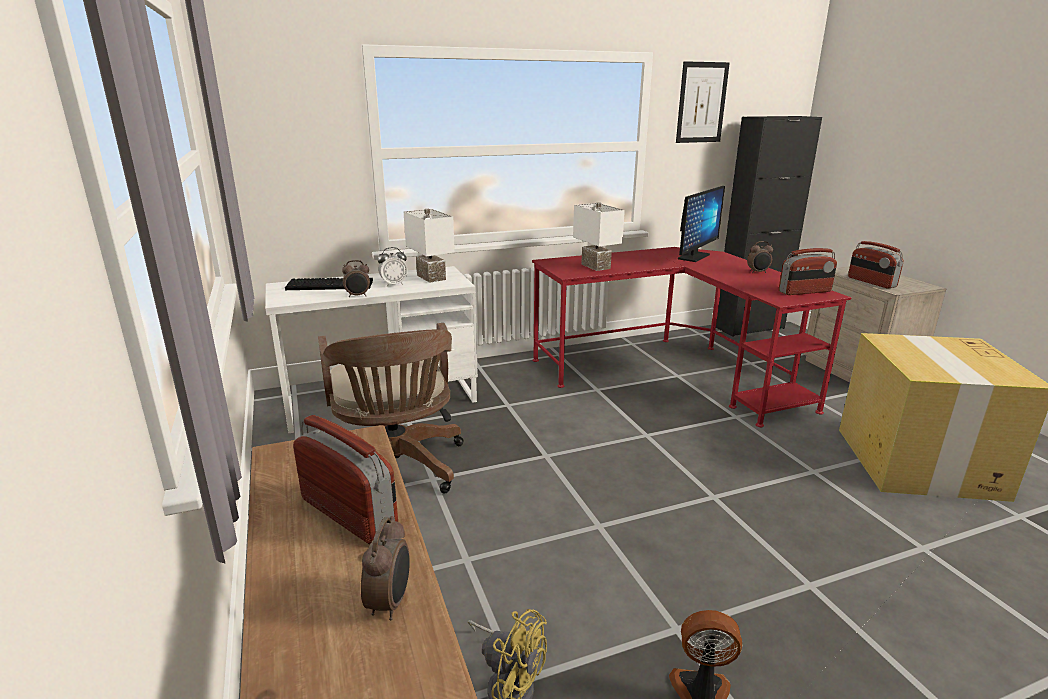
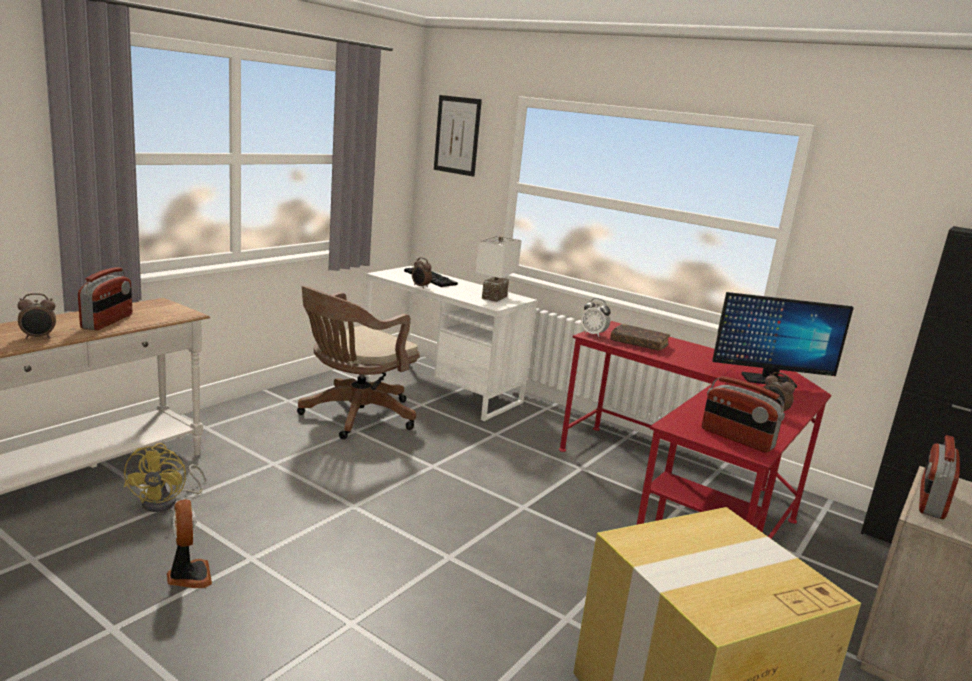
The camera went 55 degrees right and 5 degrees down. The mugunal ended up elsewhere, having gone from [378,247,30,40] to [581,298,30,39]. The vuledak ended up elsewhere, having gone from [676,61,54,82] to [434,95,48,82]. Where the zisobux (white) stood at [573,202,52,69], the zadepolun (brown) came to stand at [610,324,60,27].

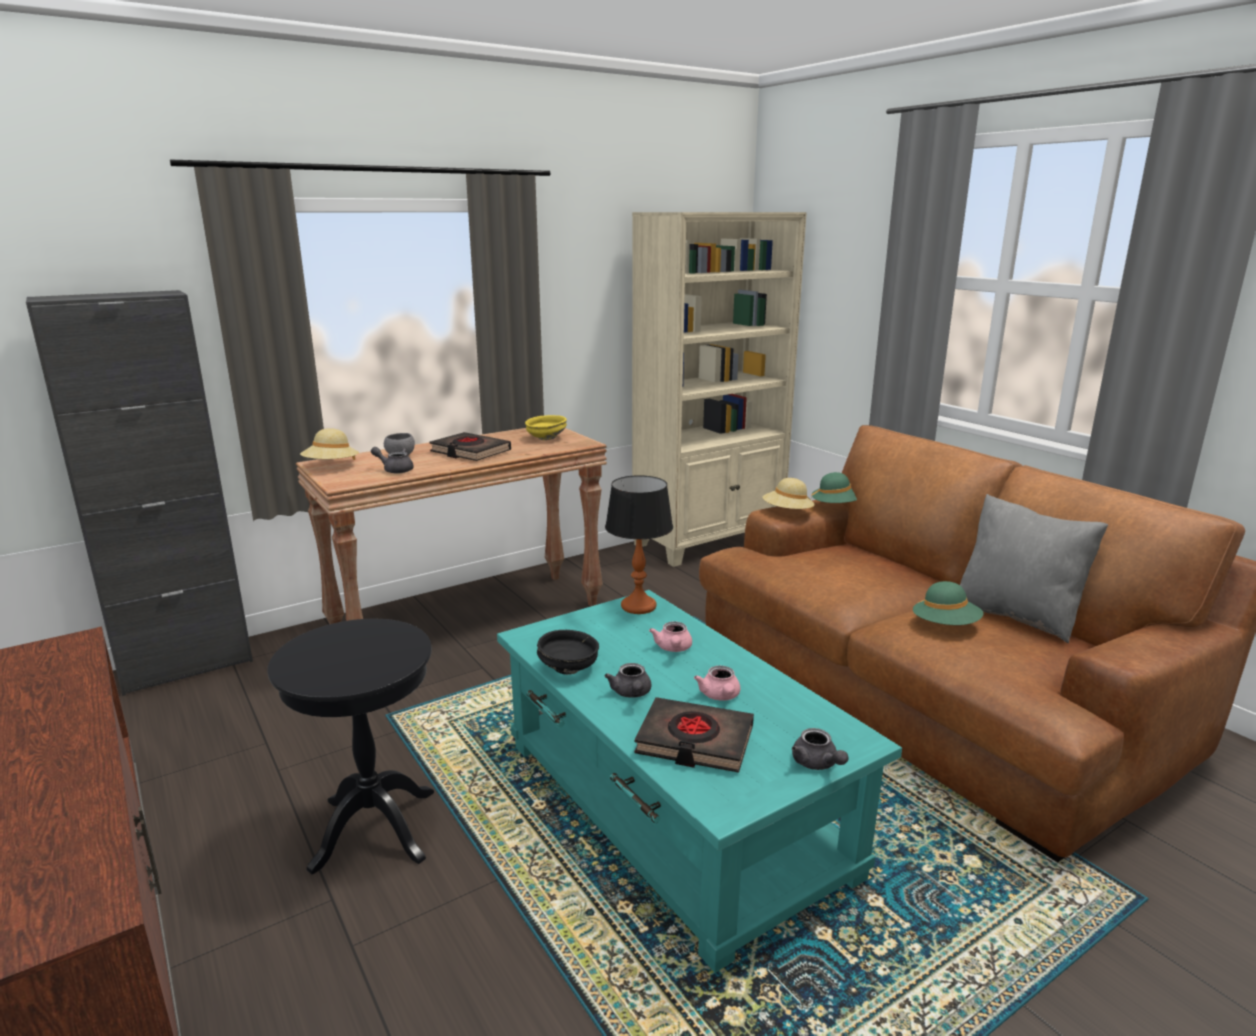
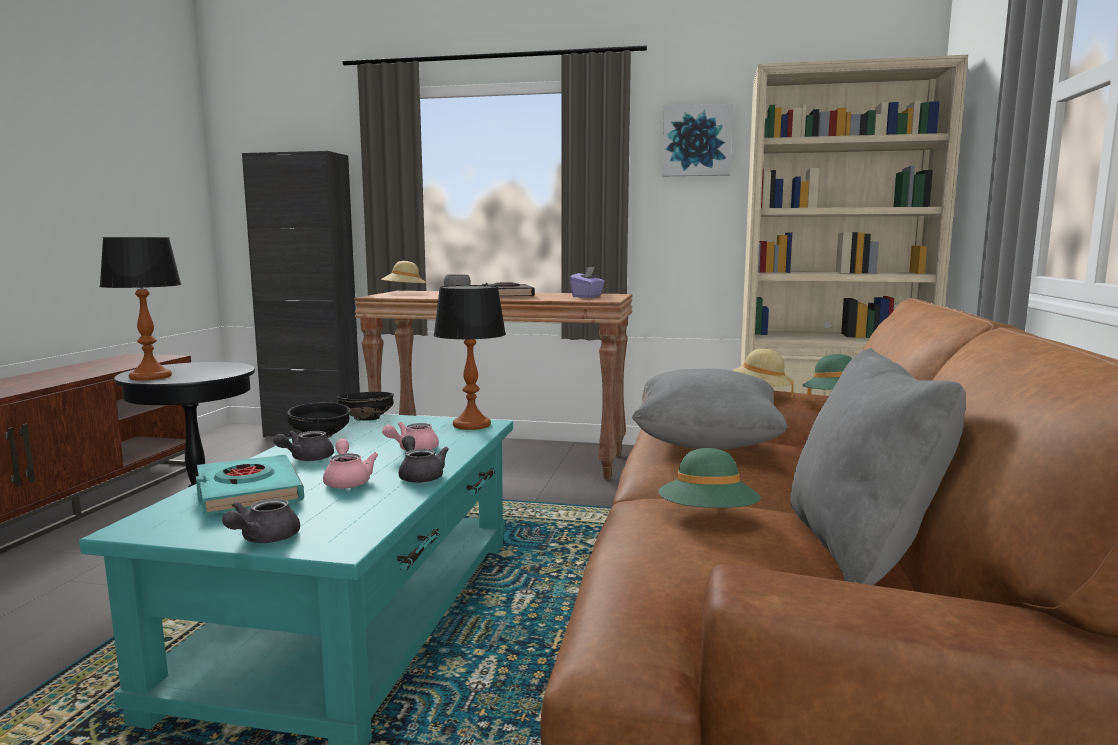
The camera went 45 degrees right and 10 degrees down. The second view gained the zisobux at [100,237,82,144]. The second view gained the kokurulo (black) at [336,392,58,29]. The second view gained the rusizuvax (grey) at [632,368,155,82]. The second view gained the vuledak at [662,104,71,72]. The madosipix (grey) ended up elsewhere, having gone from [371,447,43,27] to [398,435,51,48]. Where the kokurulo (yellow) stood at [525,415,42,25], the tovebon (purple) came to stand at [570,267,35,31]. What was the zadepolun (black) at [635,697,119,76] turned into the zadepolun (turquoise) at [196,455,108,60]. The madosipix (pink) at [694,666,46,35] ended up facing another way, 120 degrees clockwise from before.

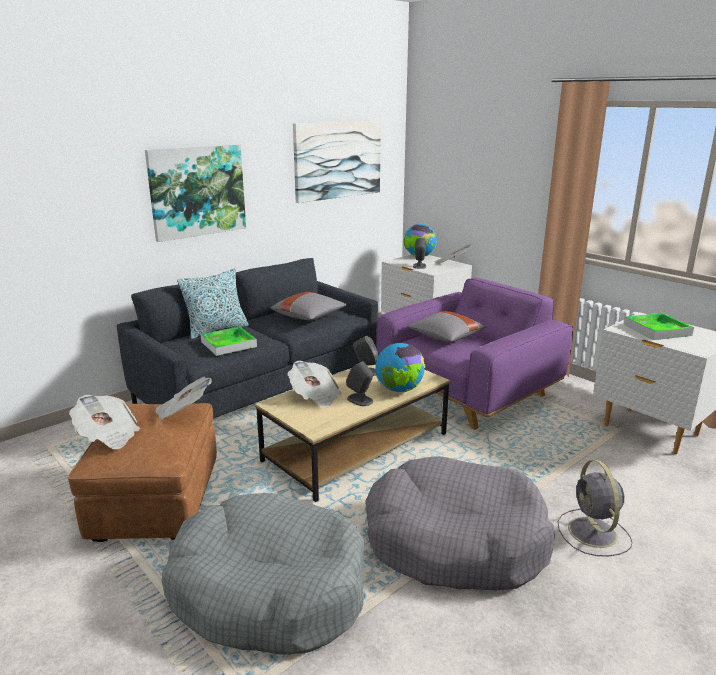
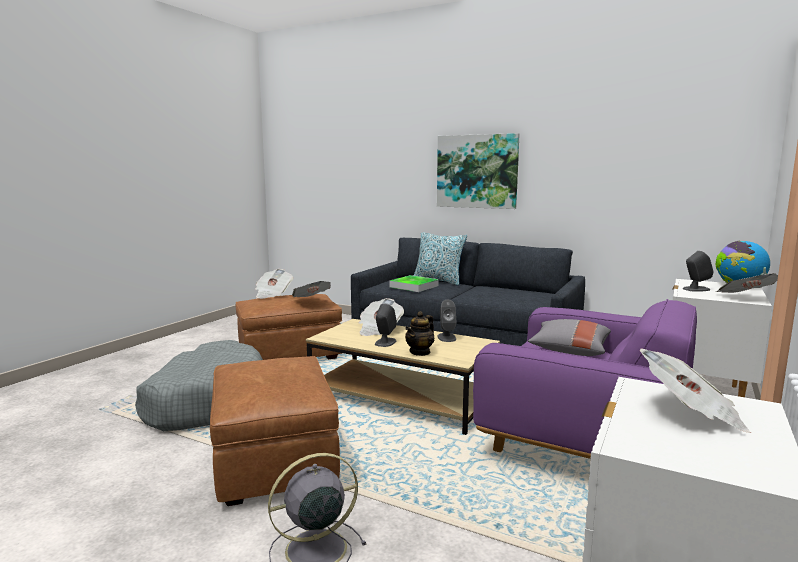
The camera went 70 degrees right and 10 degrees down. The second view lost the rusizuvax (grey) at [271,292,76,28]. The second view lost the vuledak at [293,120,88,83]. Where the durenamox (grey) stood at [365,456,190,135], the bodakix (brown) came to stand at [210,356,130,150]. Where the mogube stood at [376,343,49,49], the madosipix came to stand at [405,311,29,45]. Where the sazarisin stood at [624,313,70,27], the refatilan came to stand at [640,348,111,85].

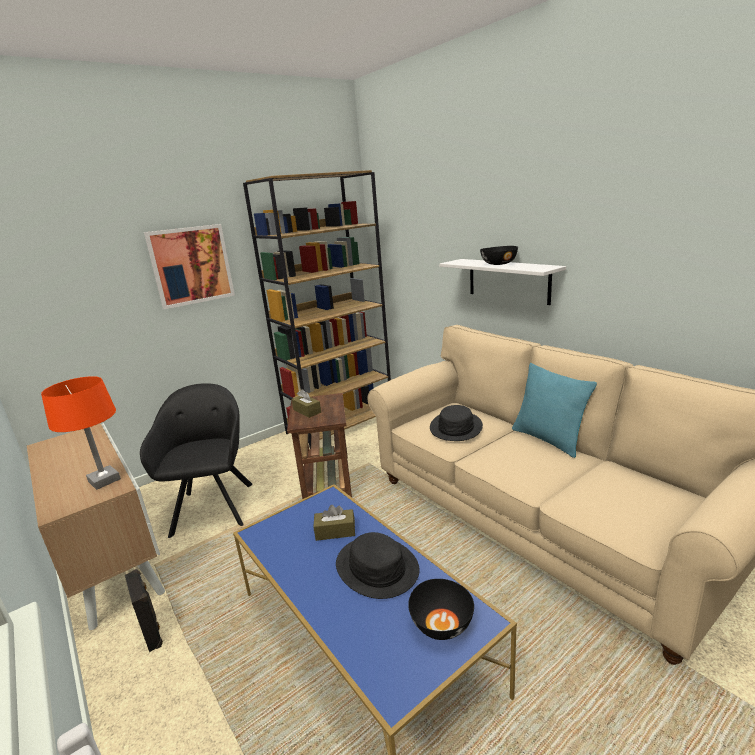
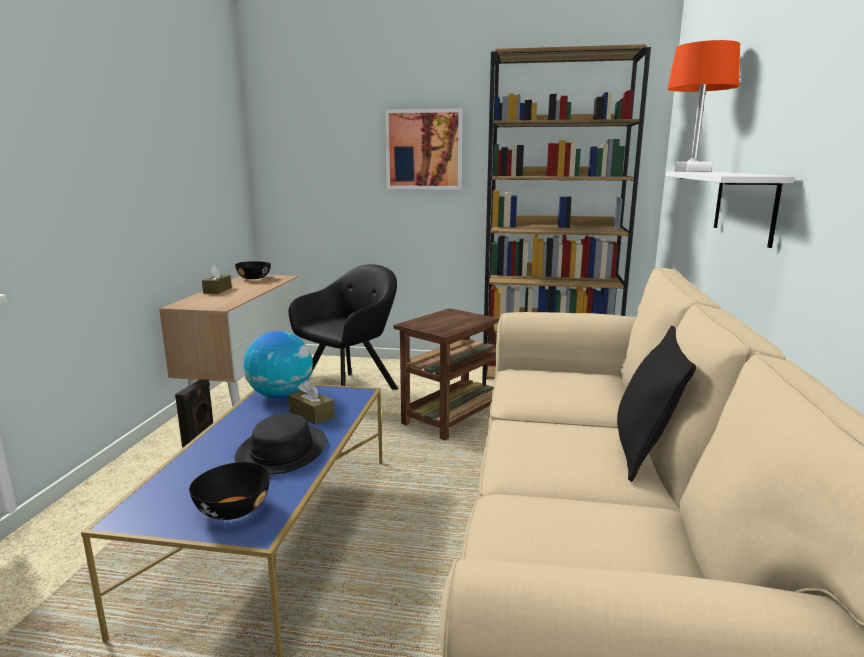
The camera went 45 degrees right and 5 degrees down. The second view lost the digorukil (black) at [430,405,53,36]. The second view gained the mogube at [243,331,70,67]. The zisobux (orange) ended up elsewhere, having gone from [41,376,80,114] to [668,40,72,132]. The tovebon (brown) ended up elsewhere, having gone from [292,389,29,29] to [202,265,30,29]. The kokurulo (black) ended up elsewhere, having gone from [480,246,38,19] to [235,261,36,18]. What was the rusizuvax (turquoise) at [512,363,85,95] turned into the rusizuvax (black) at [617,326,79,156].

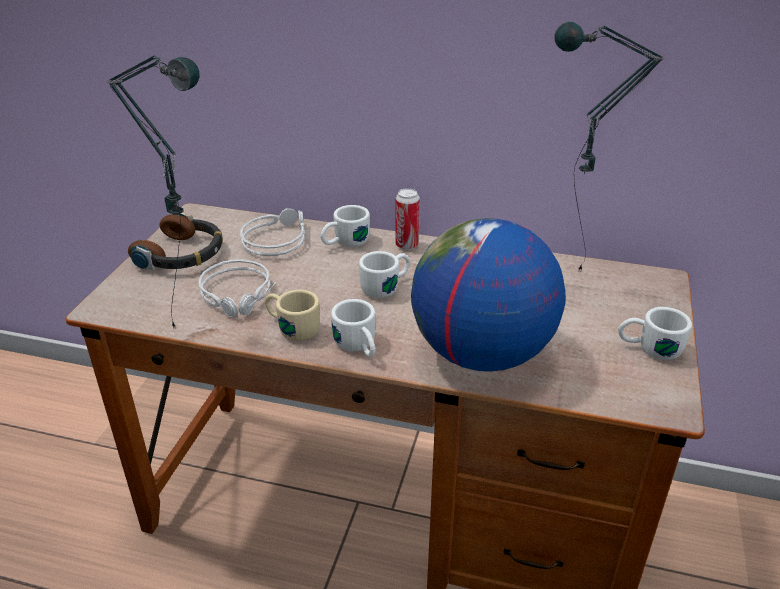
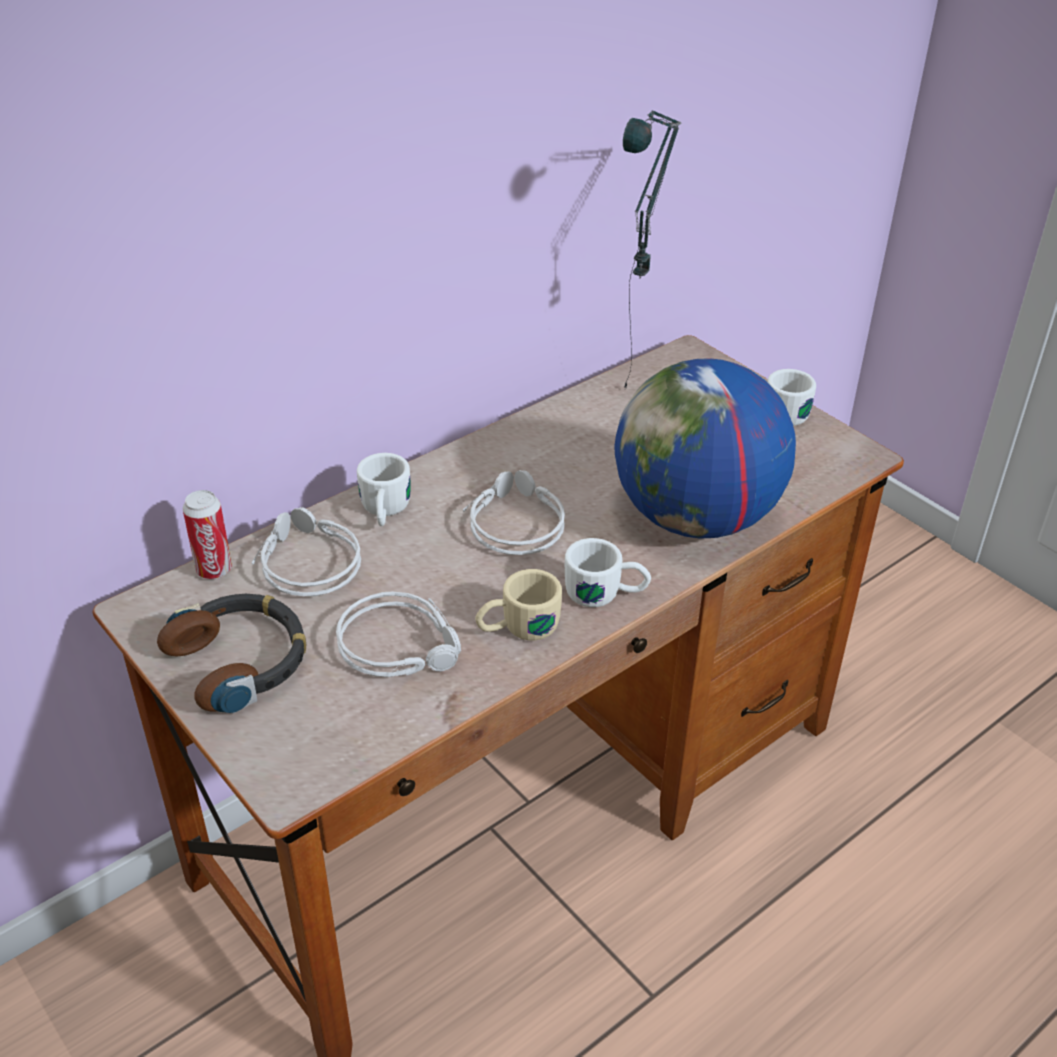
The camera went 55 degrees left and 5 degrees up. The second view lost the zisobux at [106,55,93,273]. The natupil ended up elsewhere, having gone from [395,188,25,62] to [183,490,49,89]. Where the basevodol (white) stood at [359,251,51,47], the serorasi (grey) came to stand at [463,470,102,85].

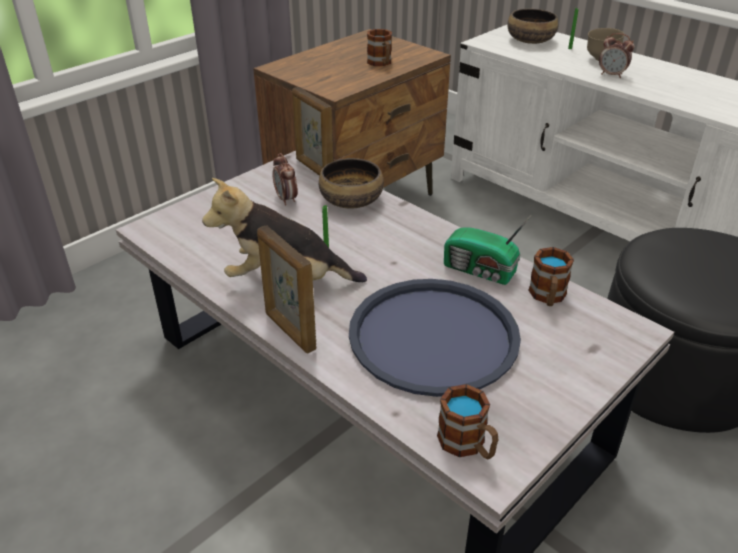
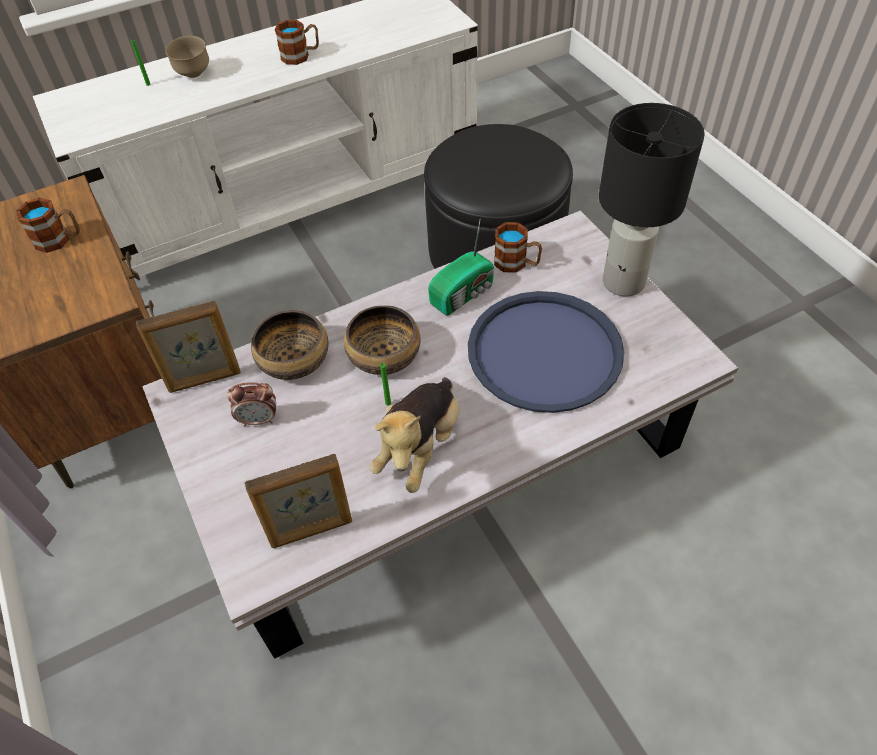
The camera went 70 degrees left and 15 degrees up. The second view lost the mugunal at [599,33,36,45]. The second view gained the zisobux (black) at [599,103,106,193]. The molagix ended up elsewhere, having gone from [257,225,59,128] to [244,454,108,94]. The basevodol ended up elsewhere, having gone from [437,384,61,75] to [275,20,44,45]. The kokurulo ended up elsewhere, having gone from [507,9,51,35] to [344,305,76,70].

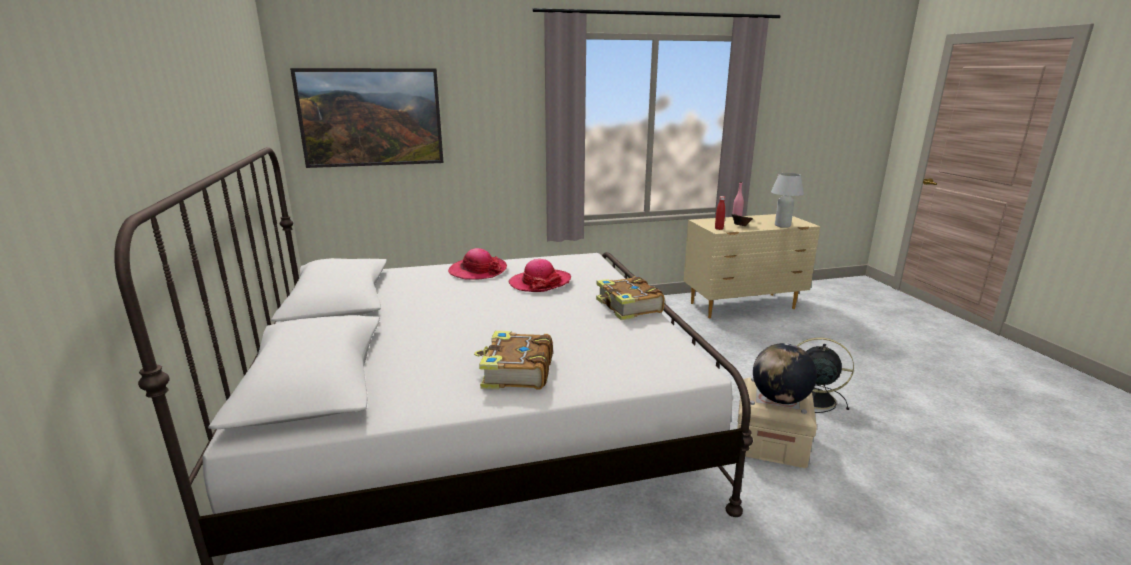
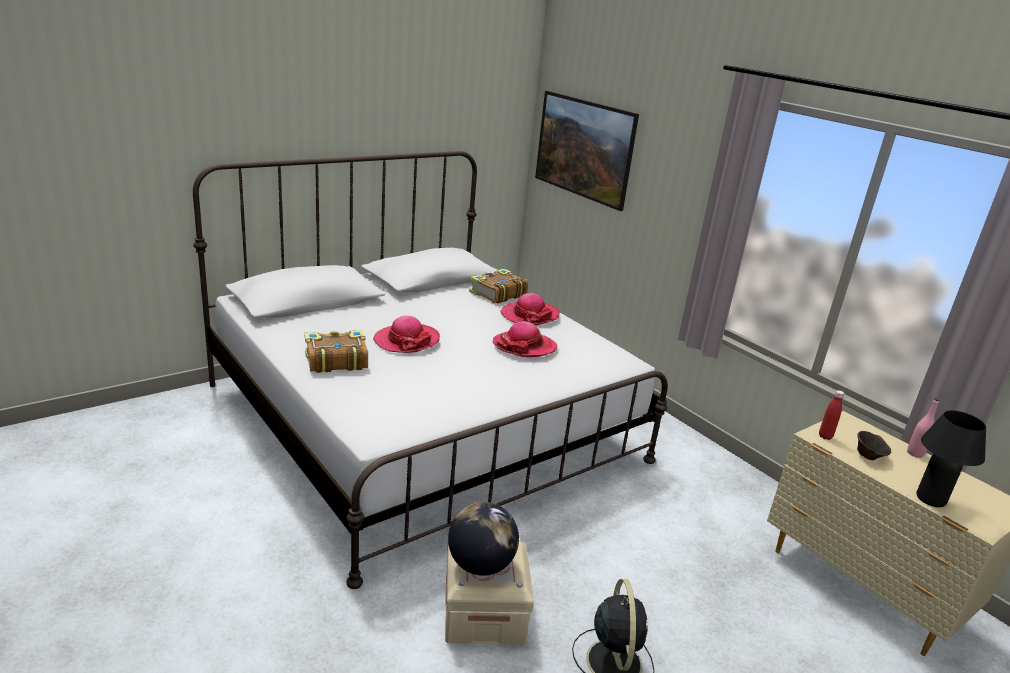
The camera went 65 degrees right and 5 degrees up. The second view gained the digorukil at [373,316,67,37]. The zadepolun ended up elsewhere, having gone from [596,276,69,44] to [469,269,59,35]. What was the zisobux (white) at [771,173,33,55] turned into the zisobux (black) at [916,410,70,97].

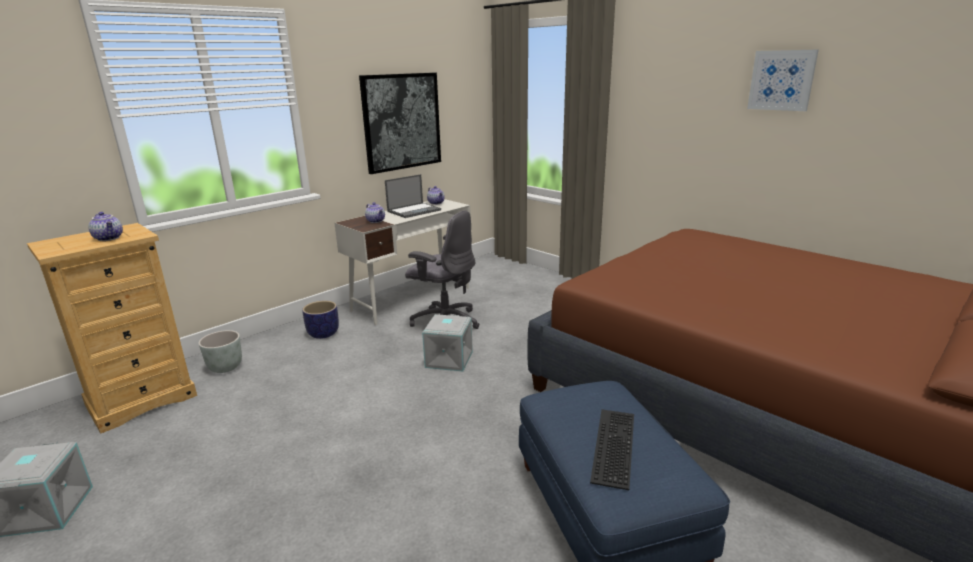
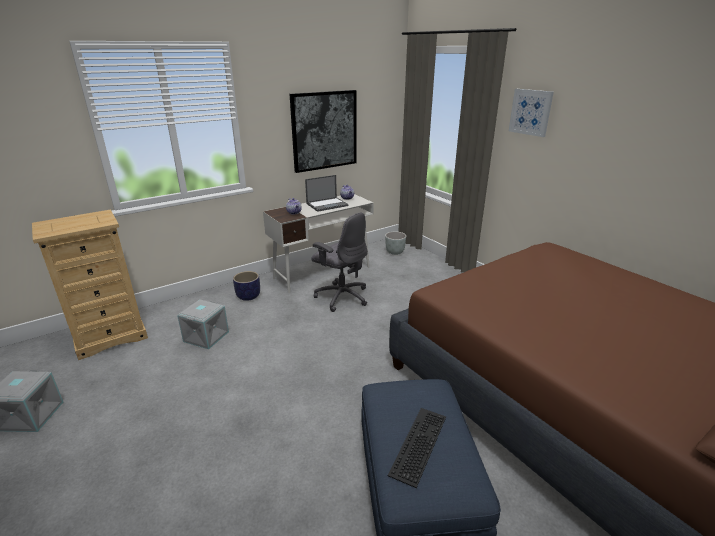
The camera went 10 degrees right and 5 degrees up. The second view lost the madosipix at [88,212,35,29]. The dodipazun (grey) ended up elsewhere, having gone from [198,330,44,43] to [385,231,21,24]. The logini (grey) ended up elsewhere, having gone from [422,314,51,58] to [177,299,52,50]. The vuledak ended up elsewhere, having gone from [747,49,72,62] to [509,89,45,48].

